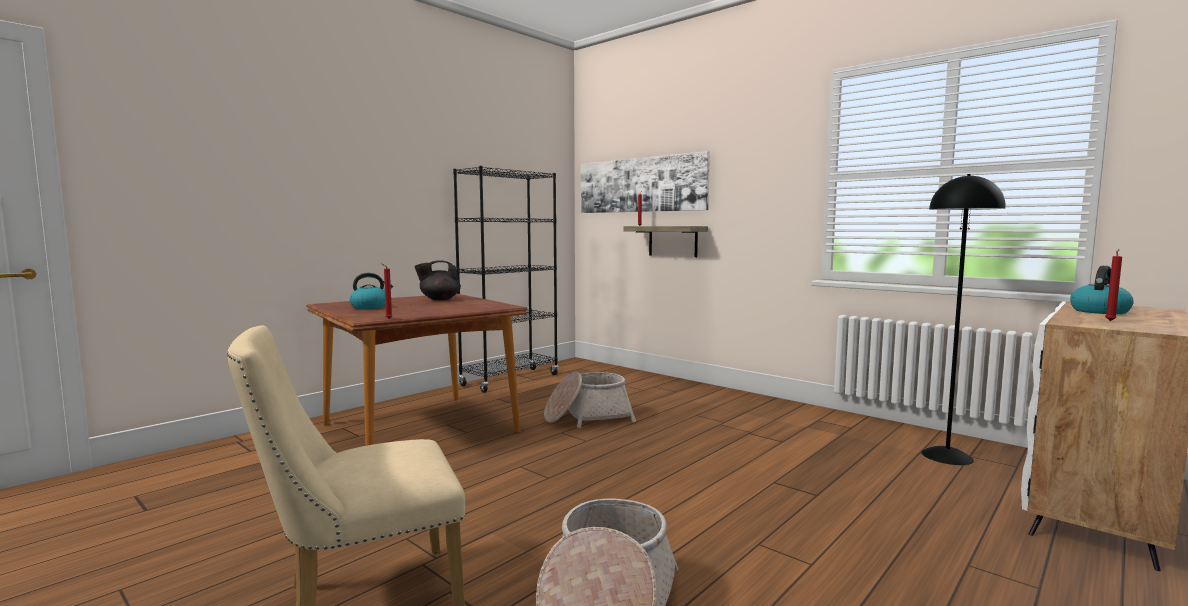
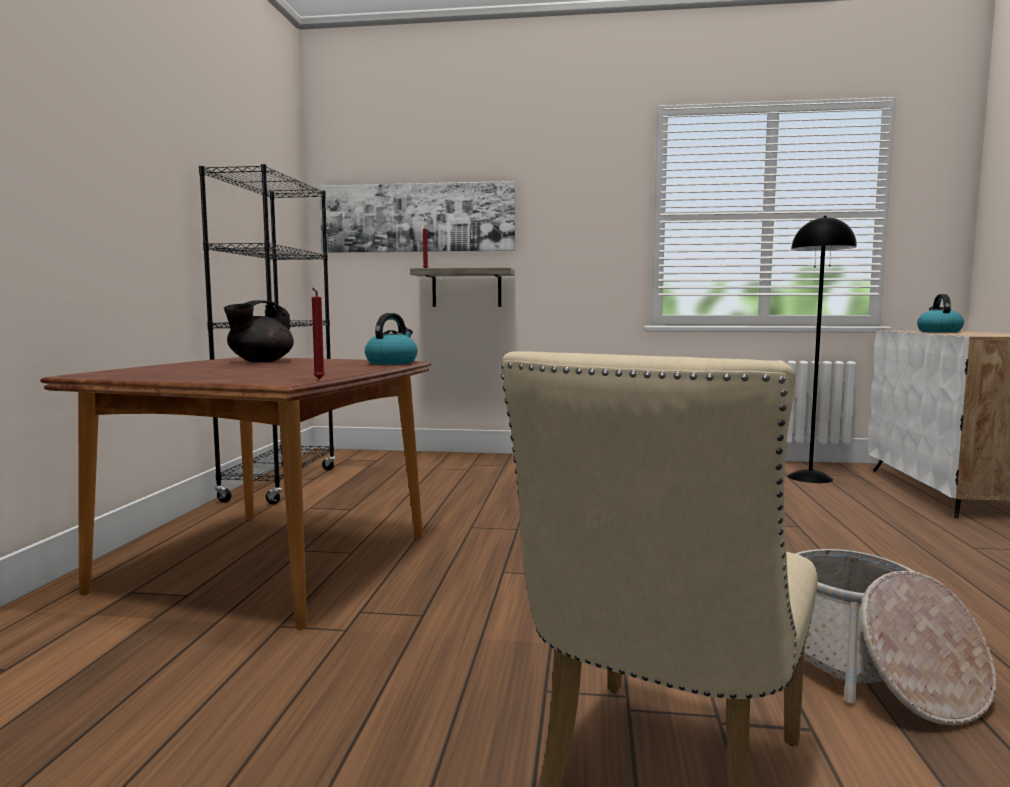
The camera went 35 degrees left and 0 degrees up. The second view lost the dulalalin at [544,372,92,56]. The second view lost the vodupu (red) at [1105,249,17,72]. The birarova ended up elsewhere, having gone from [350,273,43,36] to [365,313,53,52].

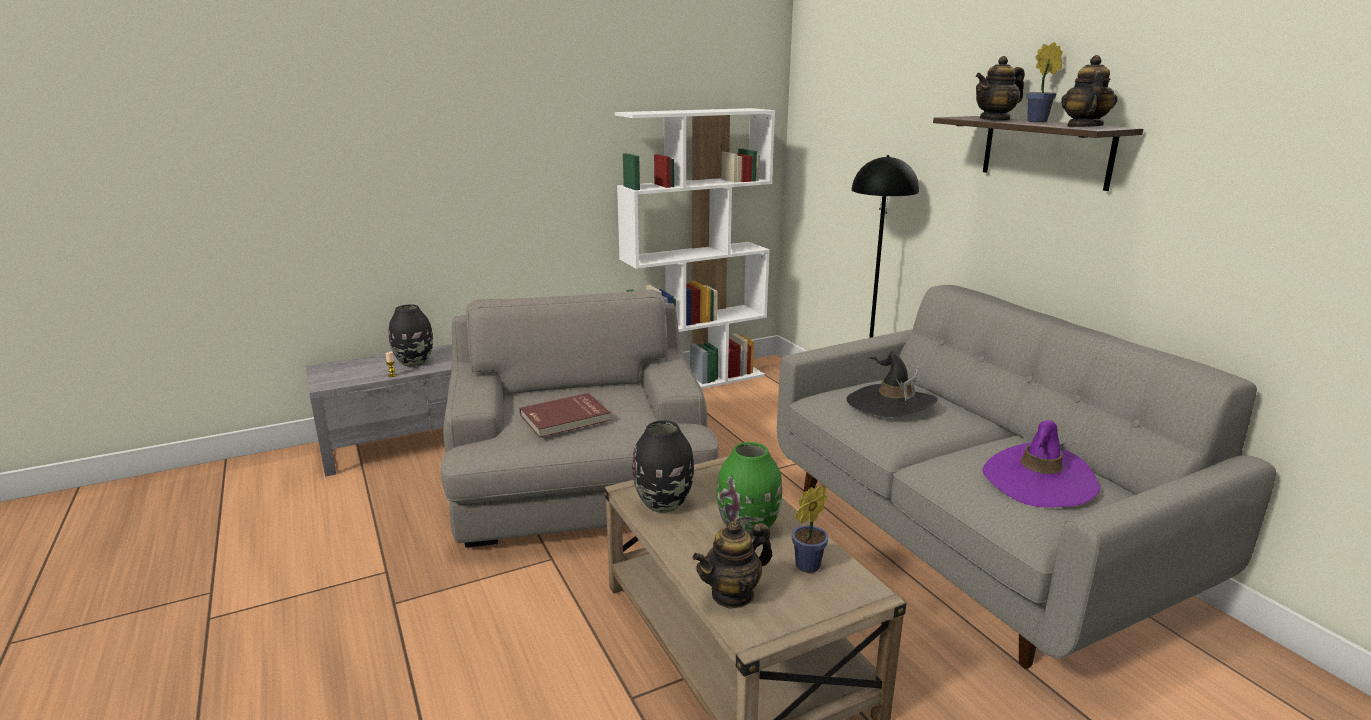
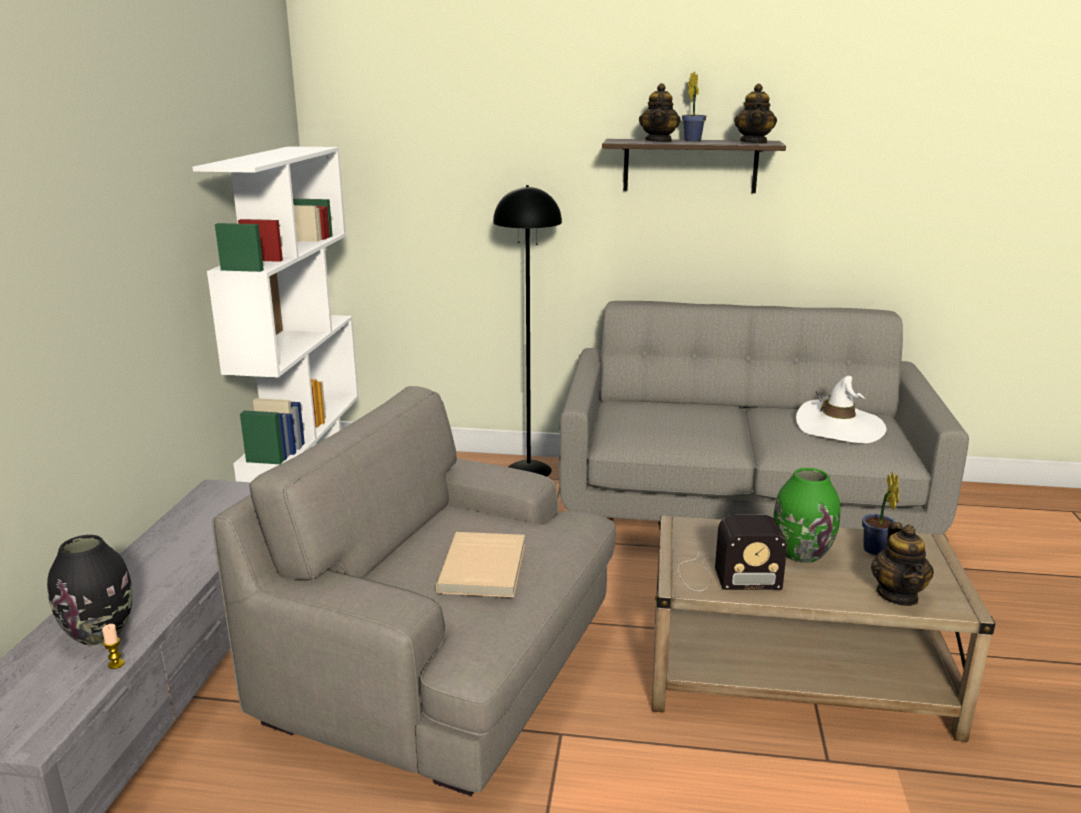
The camera went 55 degrees left and 0 degrees up. The second view lost the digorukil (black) at [846,351,92,67]. Where the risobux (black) stood at [632,420,62,93], the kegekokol came to stand at [678,515,109,76]. What was the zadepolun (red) at [520,393,91,44] turned into the zadepolun (beige) at [436,532,89,65]. What was the digorukil (purple) at [982,420,118,87] turned into the digorukil (white) at [796,376,90,67]. The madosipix at [1061,55,56,72] ended up facing another way, 135 degrees counterclockwise from before.

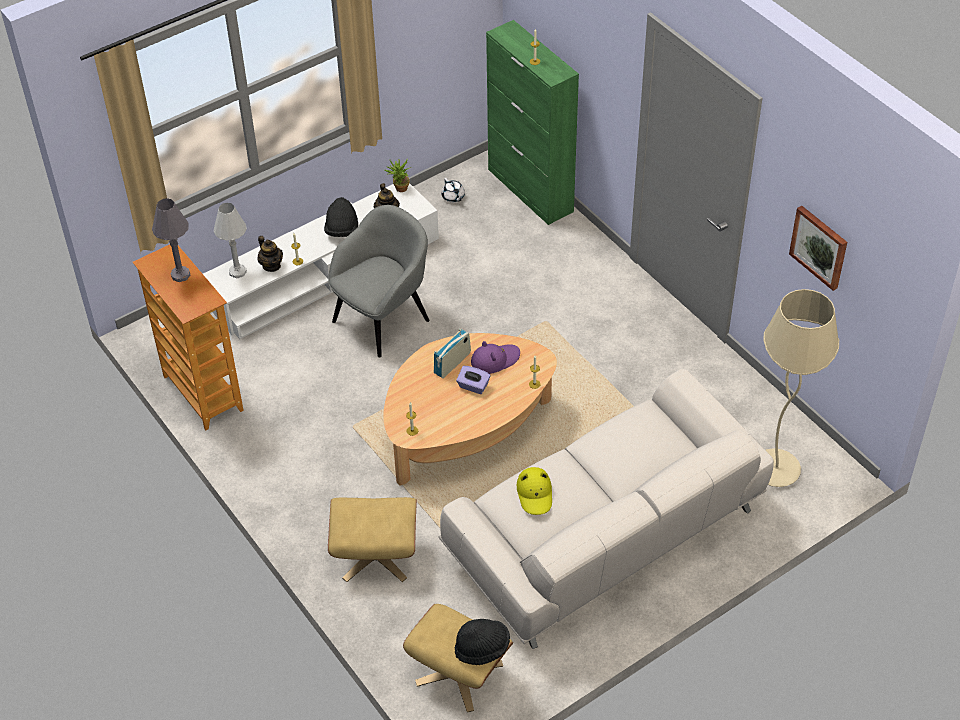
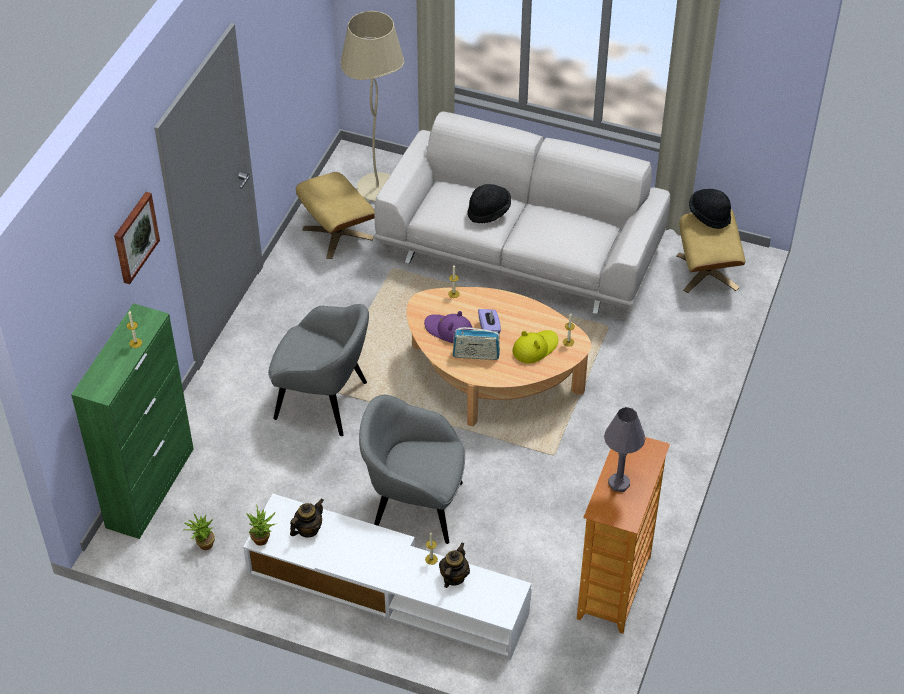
The camera went 125 degrees left and 0 degrees up. The second view lost the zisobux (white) at [214,203,33,76]. The second view gained the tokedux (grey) at [268,304,101,132]. The digorukil (black) ended up elsewhere, having gone from [324,197,34,40] to [467,184,44,39]. The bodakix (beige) ended up elsewhere, having gone from [328,497,89,85] to [296,172,78,87]. The digorukil (yellow) ended up elsewhere, having gone from [517,467,35,48] to [512,330,46,33]. The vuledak ended up elsewhere, having gone from [789,206,58,85] to [114,192,46,92]. Where the madosipix (white) stood at [441,178,24,24], the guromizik came to stand at [184,513,31,37].

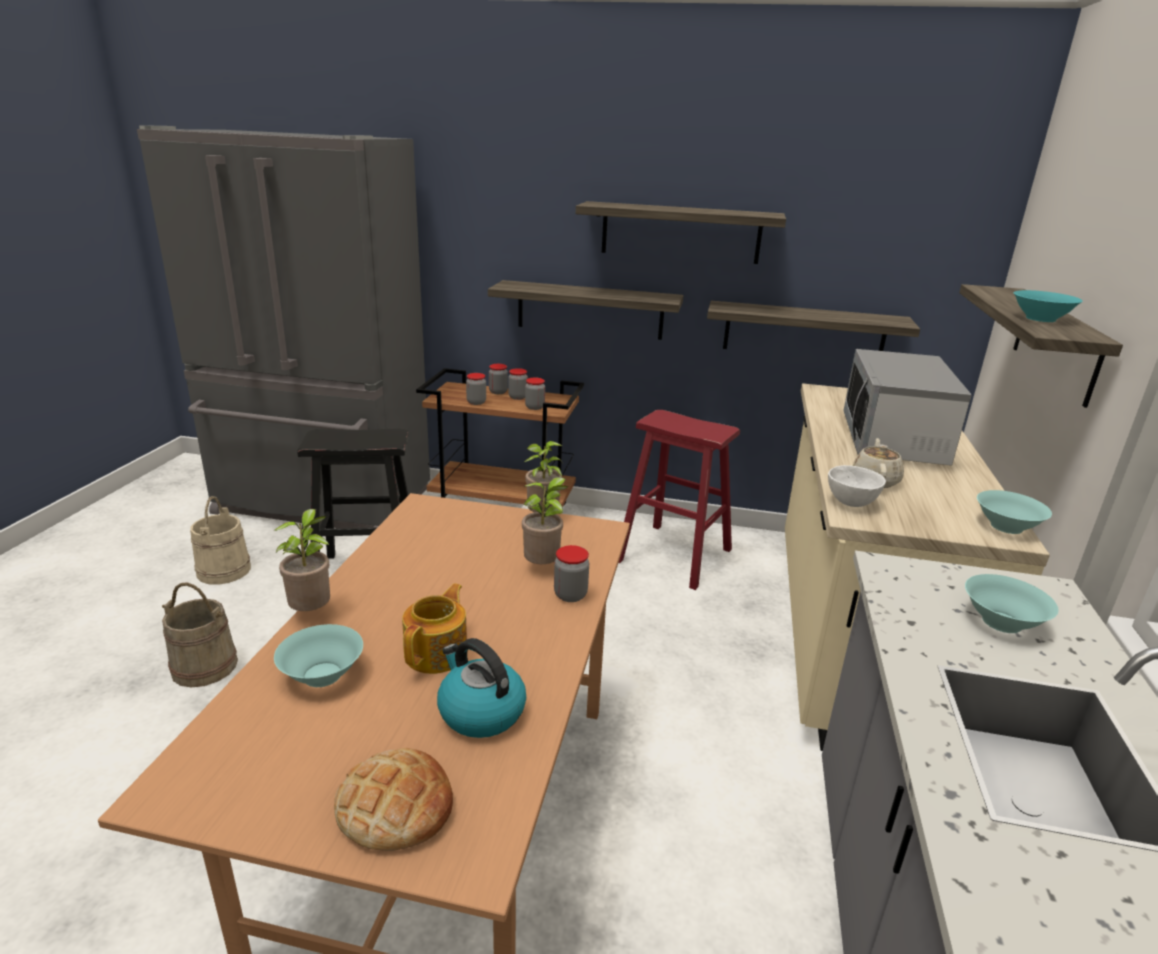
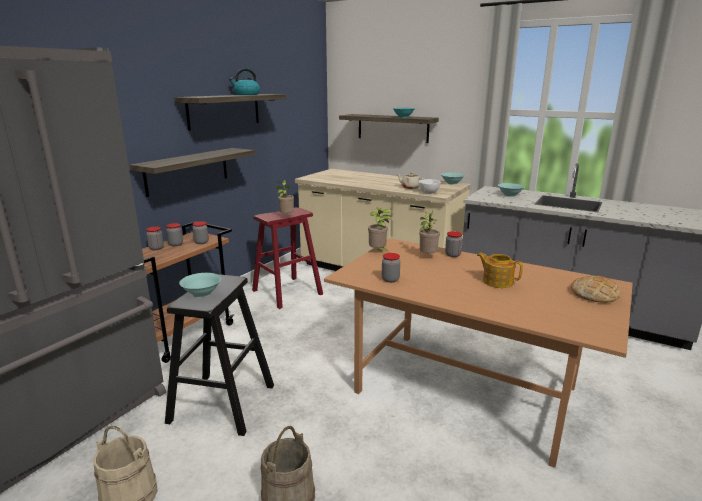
The camera went 70 degrees left and 5 degrees down. The second view lost the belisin at [707,301,213,50]. The second view lost the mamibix at [843,349,128,117]. The guromizik ended up elsewhere, having gone from [273,509,57,102] to [276,180,18,36]. The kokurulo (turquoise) ended up elsewhere, having gone from [274,624,89,63] to [179,273,42,25]. The birarova ended up elsewhere, having gone from [437,638,89,100] to [229,68,31,27]. The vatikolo ended up elsewhere, having gone from [466,373,20,32] to [382,253,18,30].

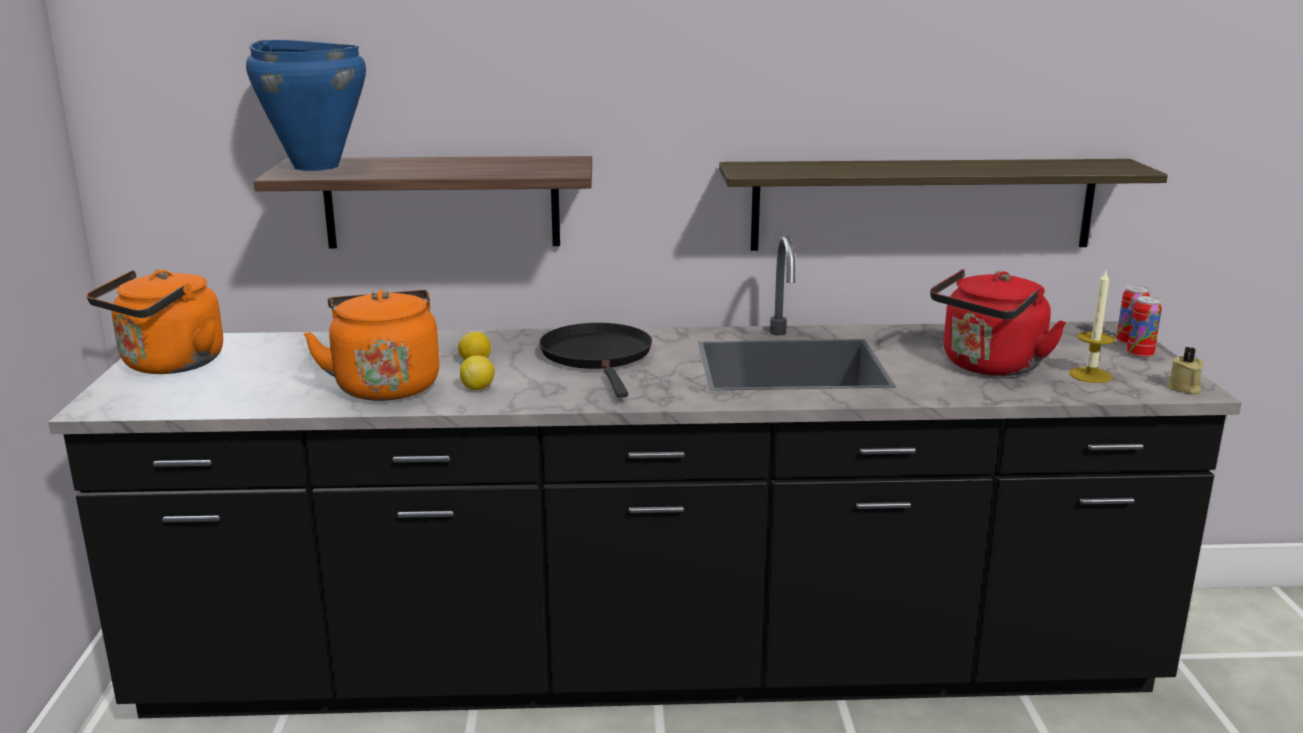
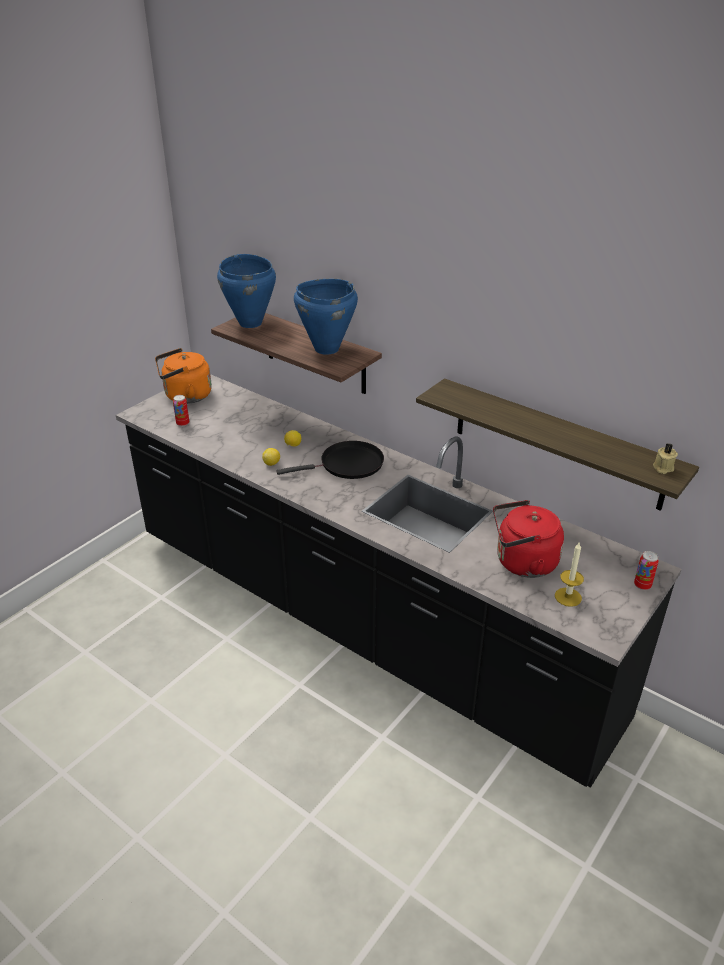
The camera went 40 degrees right and 15 degrees up. The second view lost the birarova (orange) at [303,290,137,111]. The second view gained the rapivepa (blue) at [294,279,64,76]. The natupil ended up elsewhere, having gone from [1127,296,35,63] to [173,395,16,31]. The vodupu (beige) ended up elsewhere, having gone from [1167,347,37,47] to [653,443,25,31]. The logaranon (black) at [539,323,113,75] ended up facing another way, 45 degrees clockwise from before.

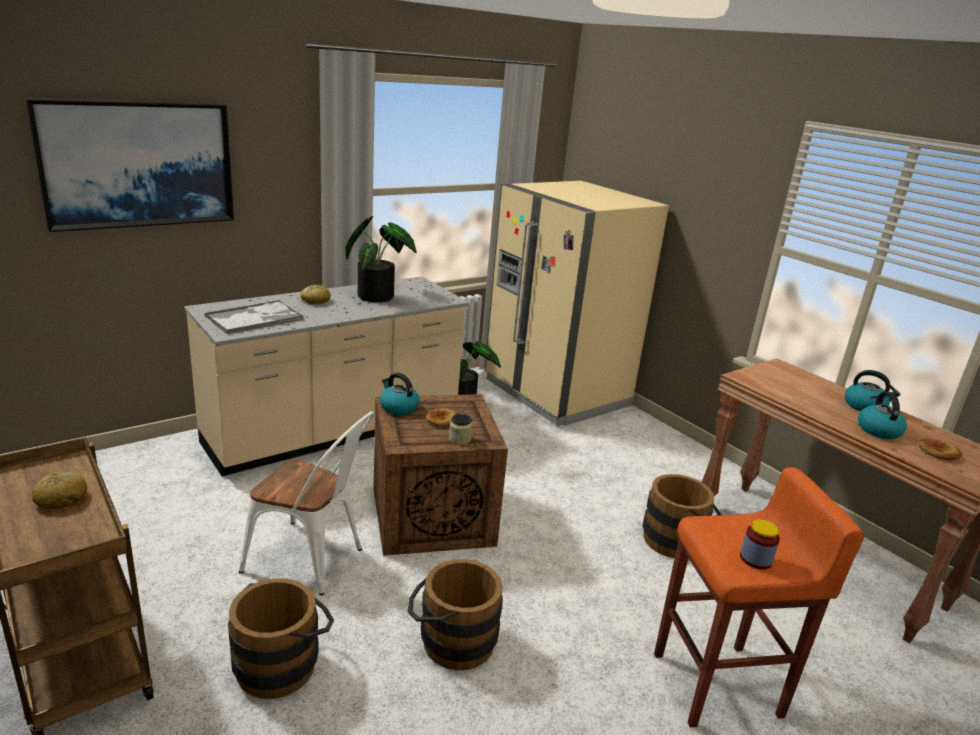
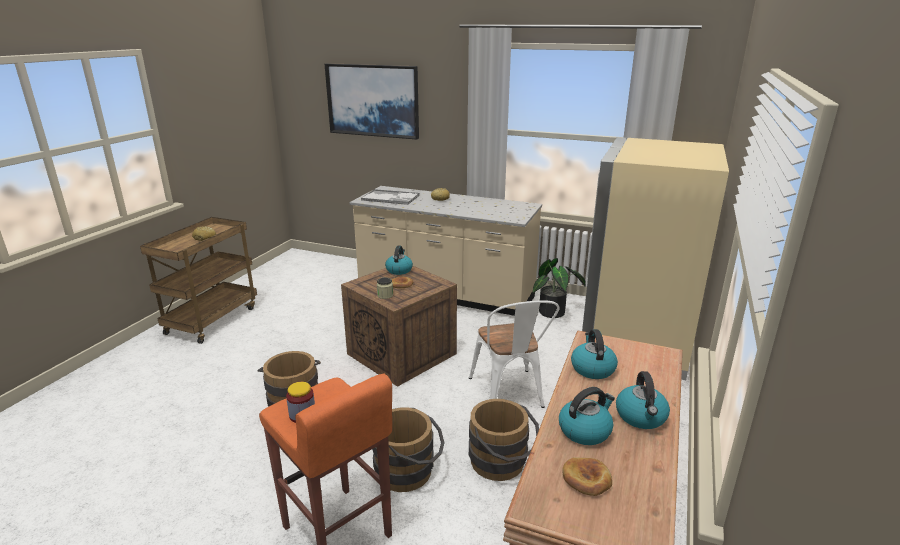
The camera went 60 degrees right and 0 degrees up. The second view lost the guromizik at [346,216,70,86]. The second view gained the birarova at [571,329,47,50]. The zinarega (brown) ended up elsewhere, having gone from [228,578,106,121] to [372,408,72,84]. The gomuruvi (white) ended up elsewhere, having gone from [239,411,135,184] to [469,301,91,107].

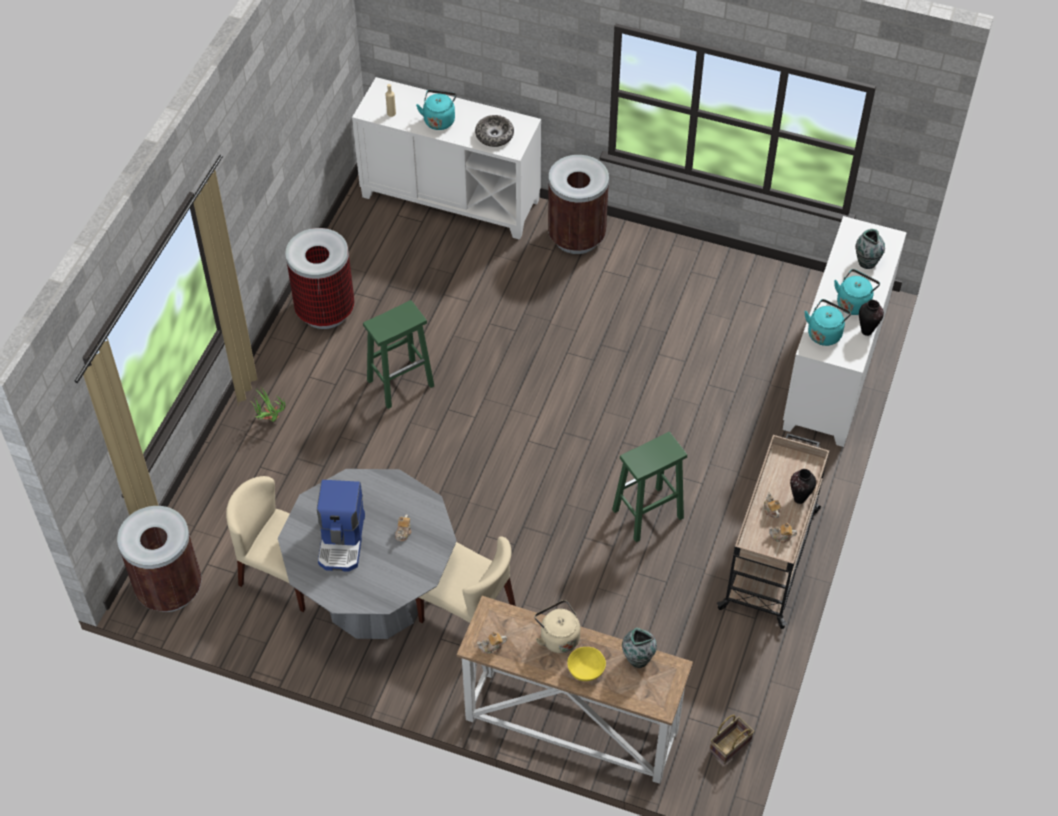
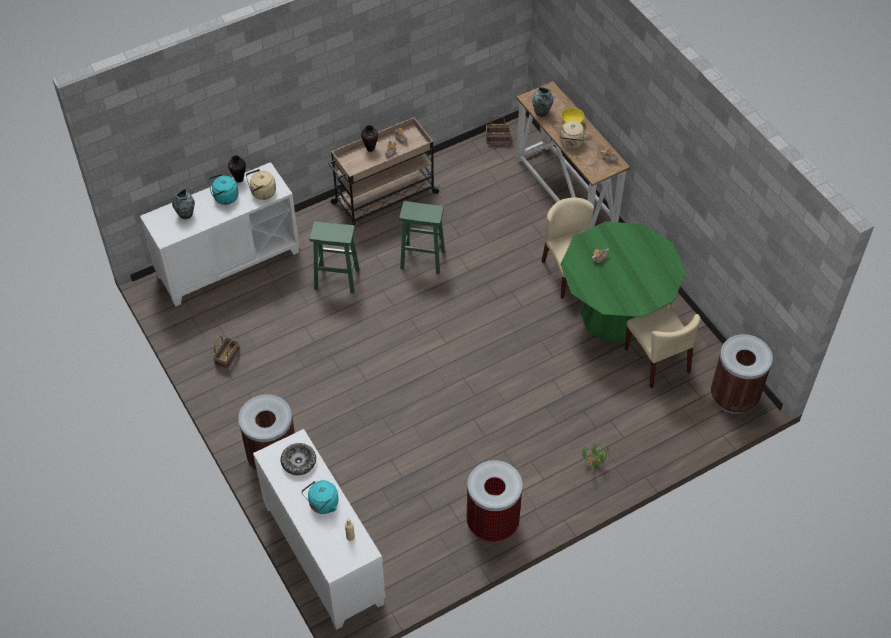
The camera went 140 degrees left and 0 degrees up. The second view lost the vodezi at [317,480,48,92]. The second view gained the dulalalin at [213,336,27,34]. The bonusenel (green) ended up elsewhere, having gone from [363,300,71,109] to [310,221,49,73]. What was the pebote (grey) at [278,469,179,170] turned into the pebote (green) at [560,222,126,121]. What was the birarova (turquoise) at [804,299,47,47] turned into the birarova (beige) at [246,169,30,31].

